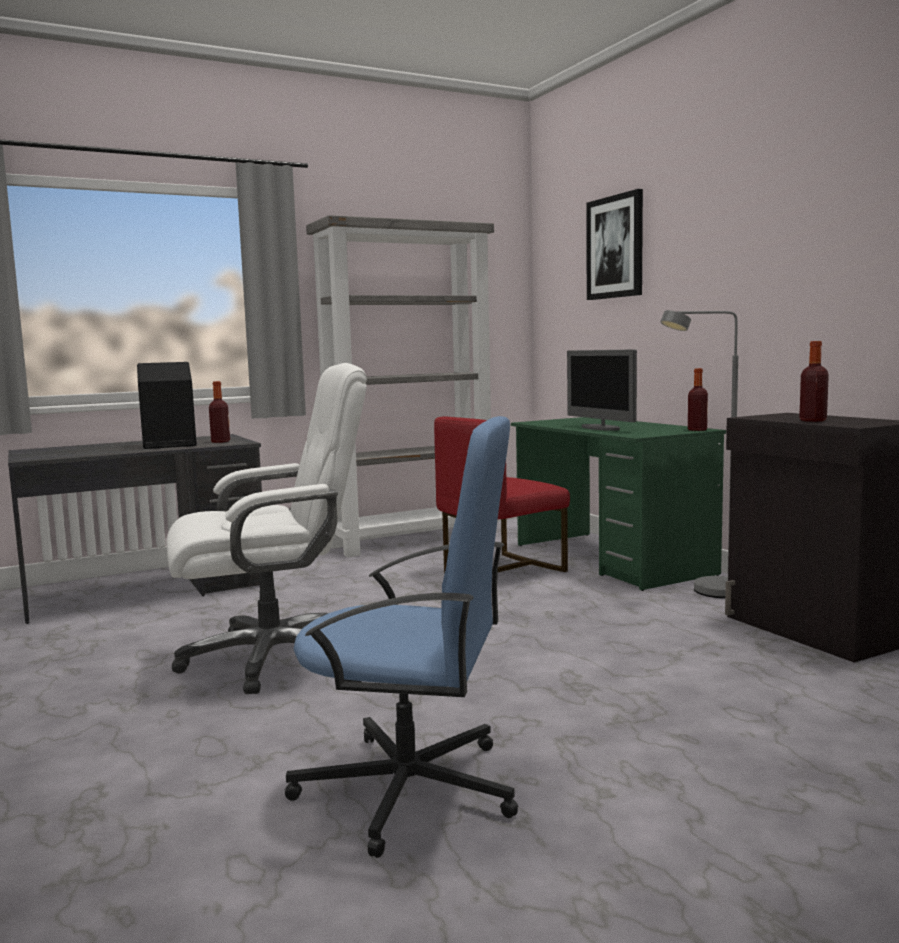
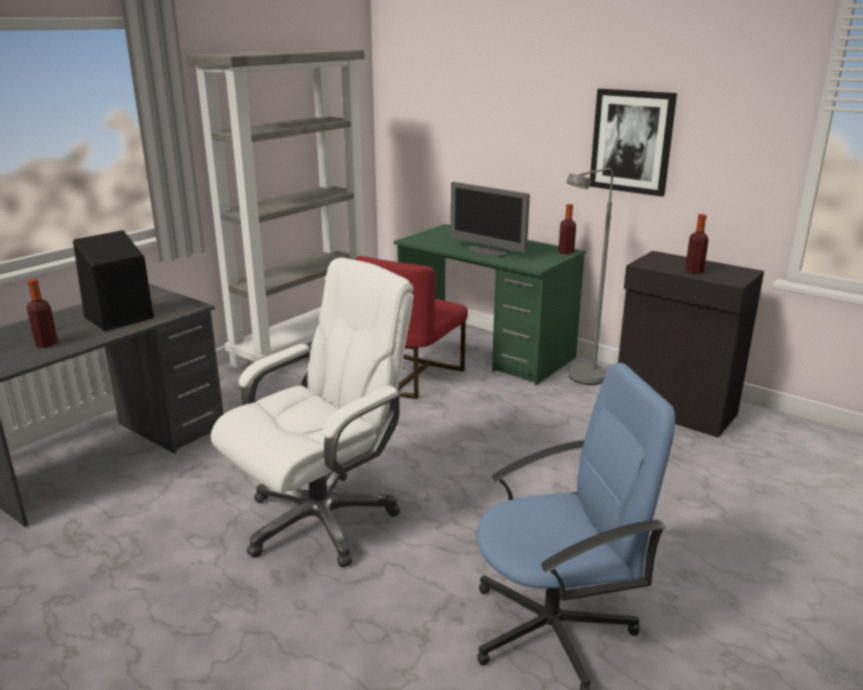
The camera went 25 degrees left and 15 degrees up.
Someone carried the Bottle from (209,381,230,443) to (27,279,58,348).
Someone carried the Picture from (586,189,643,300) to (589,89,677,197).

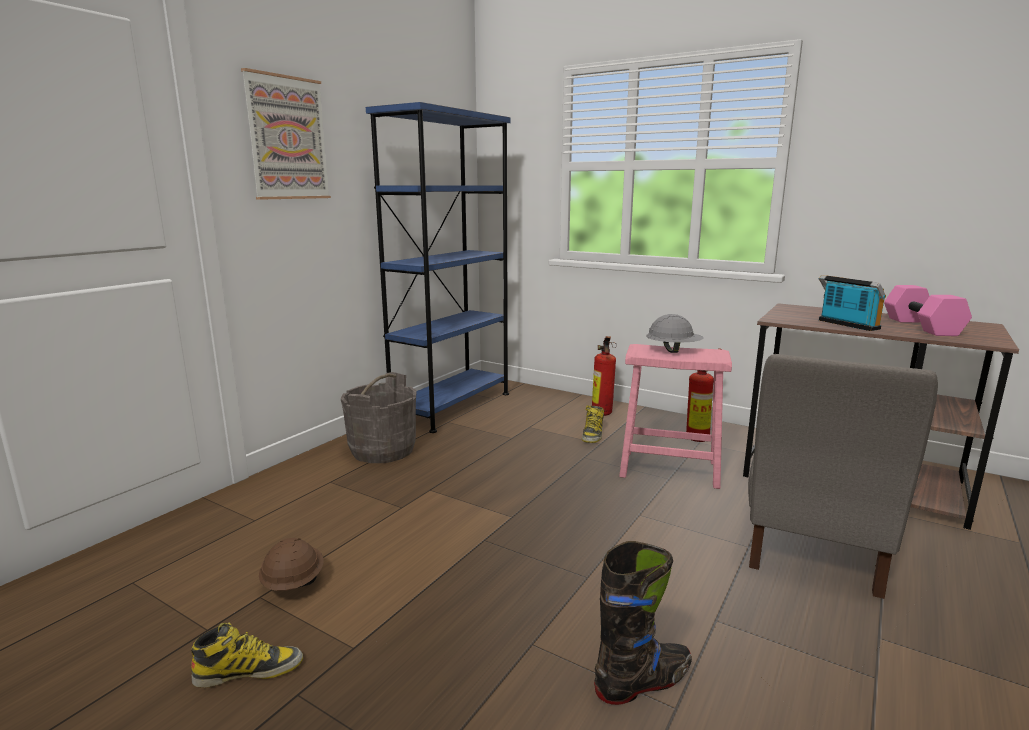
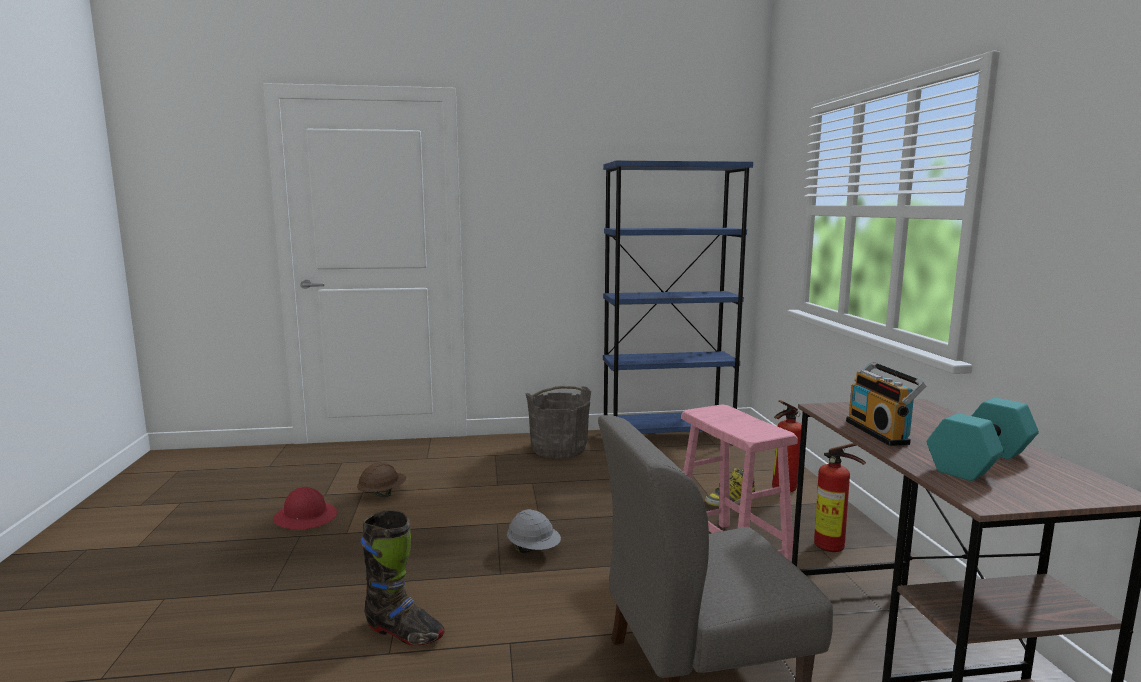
The camera went 50 degrees right and 5 degrees down.
Someone swapped the Boot at (191,623,303,688) for the RedHardHat at (273,487,337,530).
Someone carried the GreyHardHat from (646,314,703,353) to (507,509,561,553).
Someone rotated the Radio at (819,275,886,331) by 150 degrees clockwise.
Someone repainted the PinkDumbbell at (884,285,972,336), which became the TurquoiseDumbbell at (927,398,1039,481).
Someone took away the Picture at (241,68,331,200).

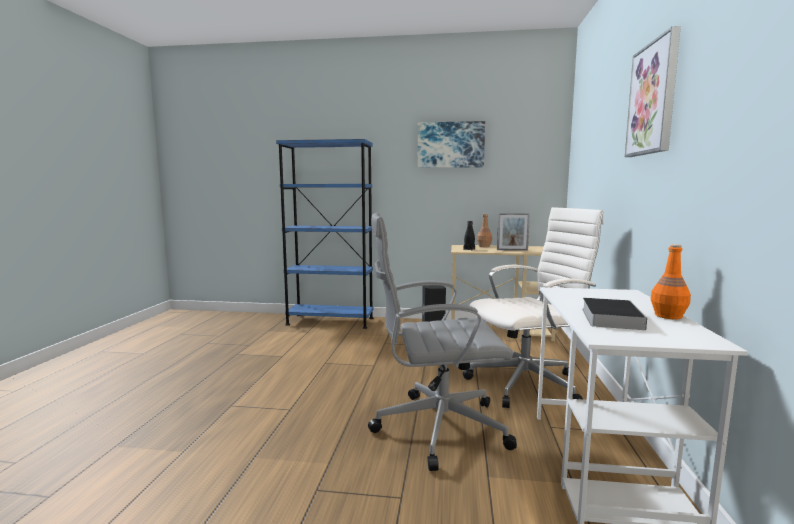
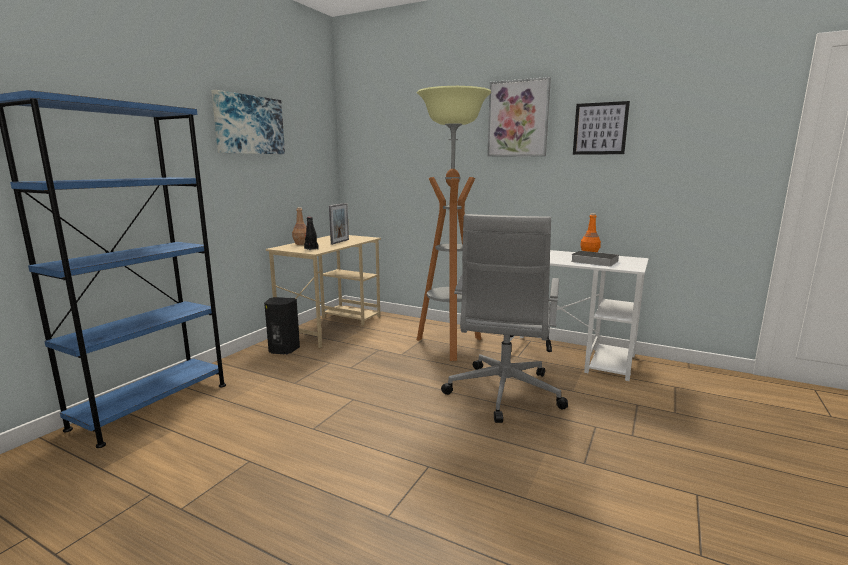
The camera went 70 degrees left and 5 degrees up.
Someone swapped the WhiteOfficeChair at (463,207,604,408) for the FloorLamp at (417,86,491,361).
Someone put up the Picture at (573,101,630,155).

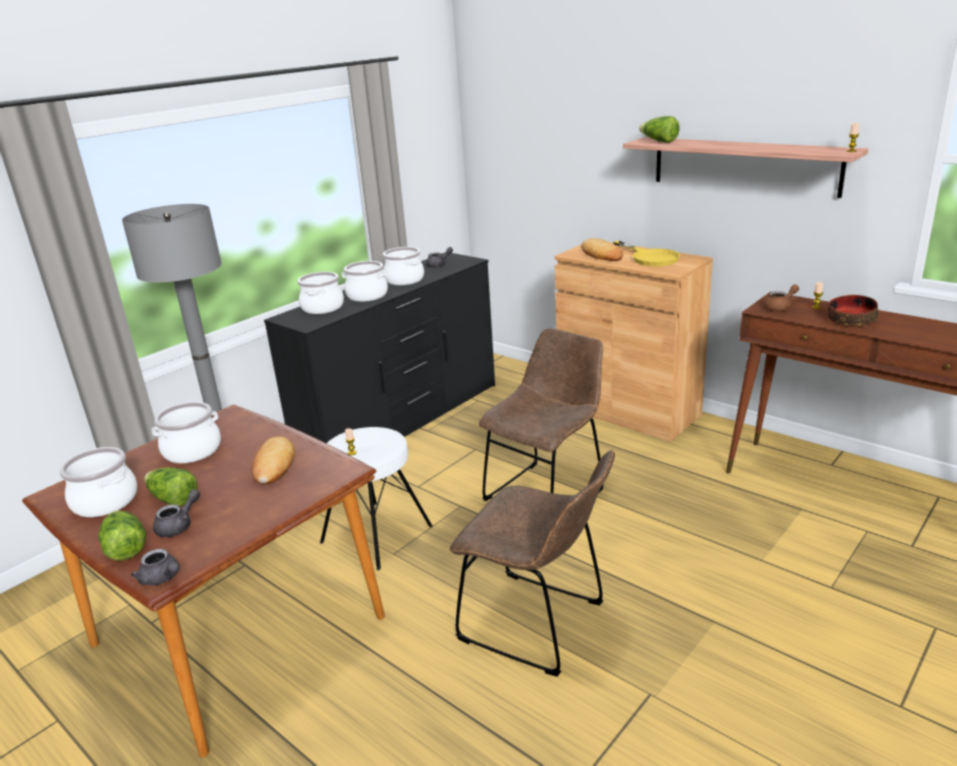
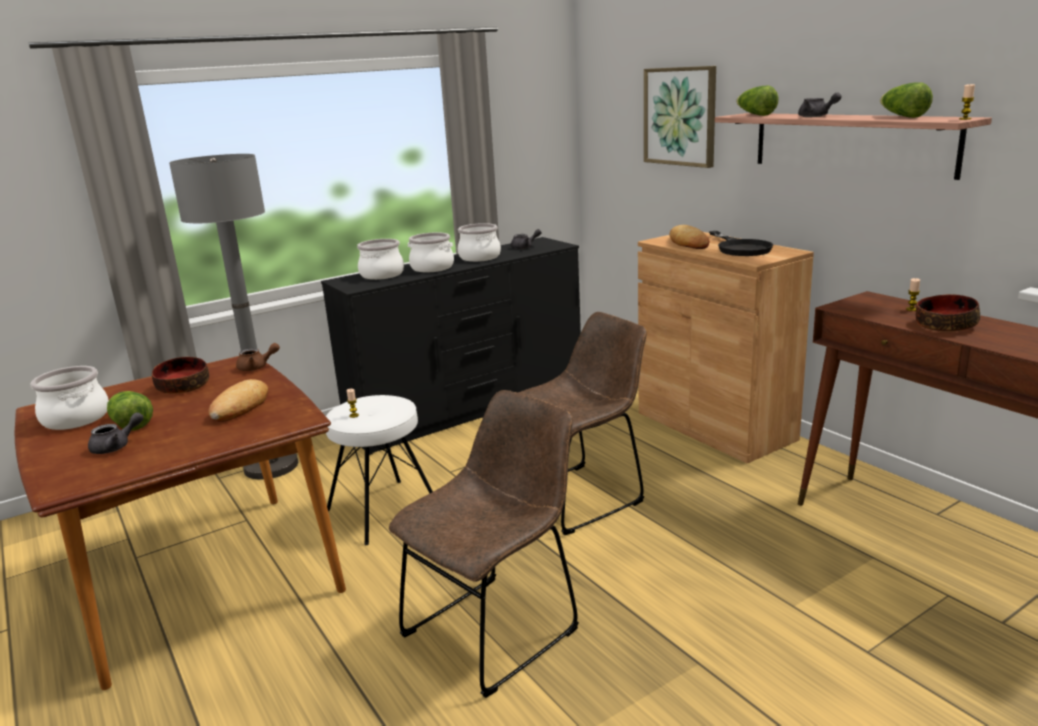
The camera went 15 degrees right and 5 degrees down.
Someone swapped the CookingPot at (152,402,221,463) for the Bowl at (152,357,209,394).
Someone carried the BrownTeapot from (764,285,799,311) to (236,343,280,371).
Someone rotated the BrownChair at (450,450,615,677) by 90 degrees counterclockwise.
Someone put up the Picture at (644,66,716,168).
Someone repainted the YellowFryingPan at (613,241,680,267), which became the BlackFryingPan at (709,231,773,256).
Someone carried the GreyTeapot from (131,549,180,586) to (798,93,842,117).
Someone carried the Lettuce from (98,510,146,561) to (880,82,933,118).

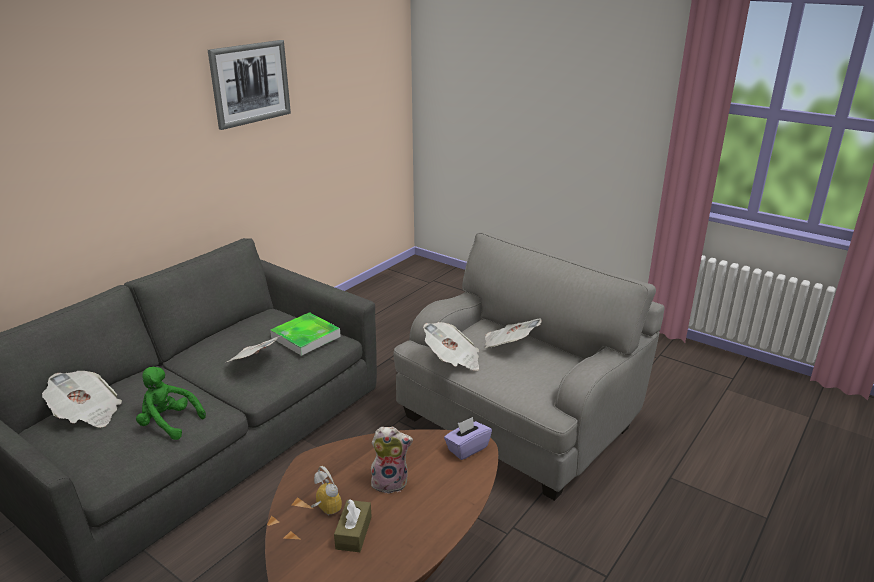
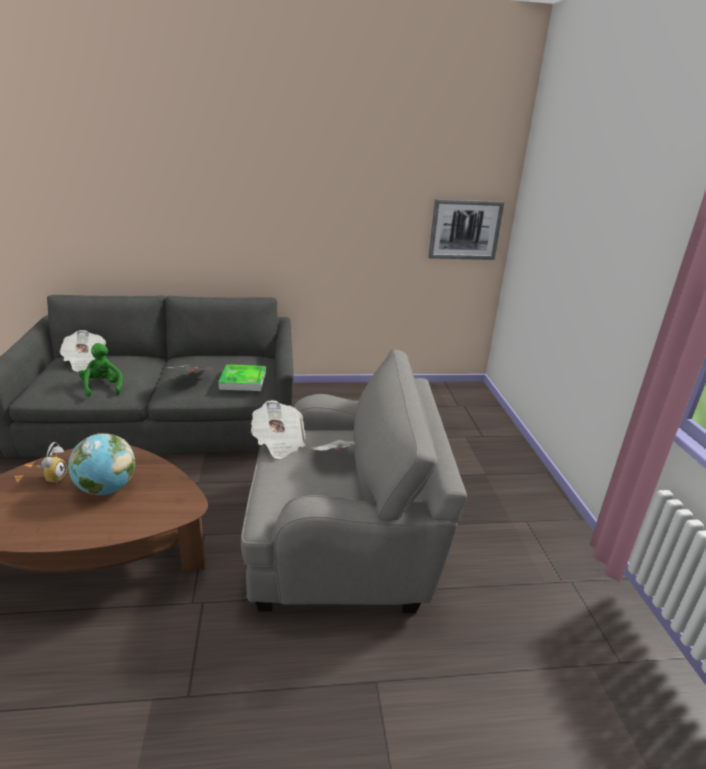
The camera went 45 degrees right and 0 degrees up.
Someone swapped the PlushToy at (370,427,413,494) for the Globe at (68,433,135,495).
Someone carried the Picture from (208,40,291,130) to (428,199,504,260).
Someone took away the BrownTissueBox at (334,499,372,552).
Someone took away the PurpleTissueBox at (444,417,492,460).

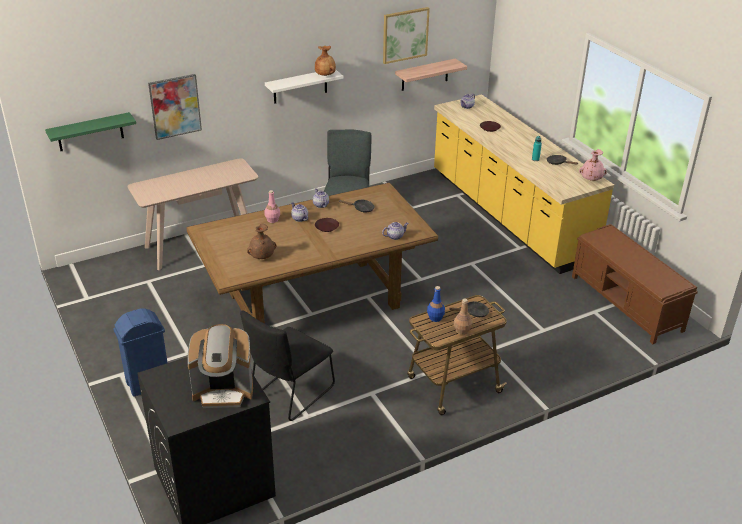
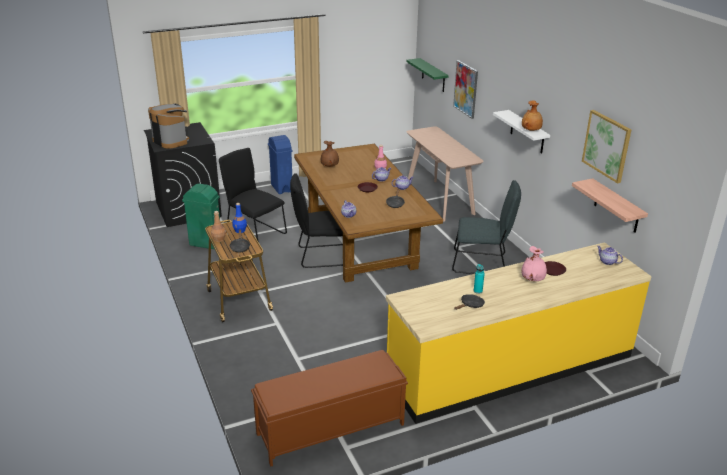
The camera went 95 degrees right and 5 degrees down.
Someone rotated the CoffeeMachine at (188,324,253,408) by 135 degrees clockwise.
Someone put down the GreenTrashCan at (182,184,220,249).
Someone put down the BlackChair at (290,173,343,268).
Someone carried the PinkVase from (579,149,607,181) to (521,246,547,281).

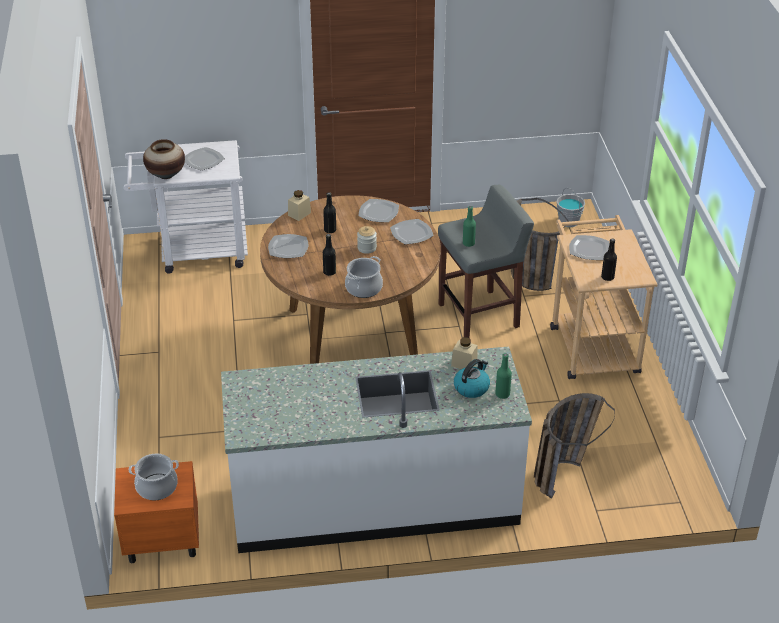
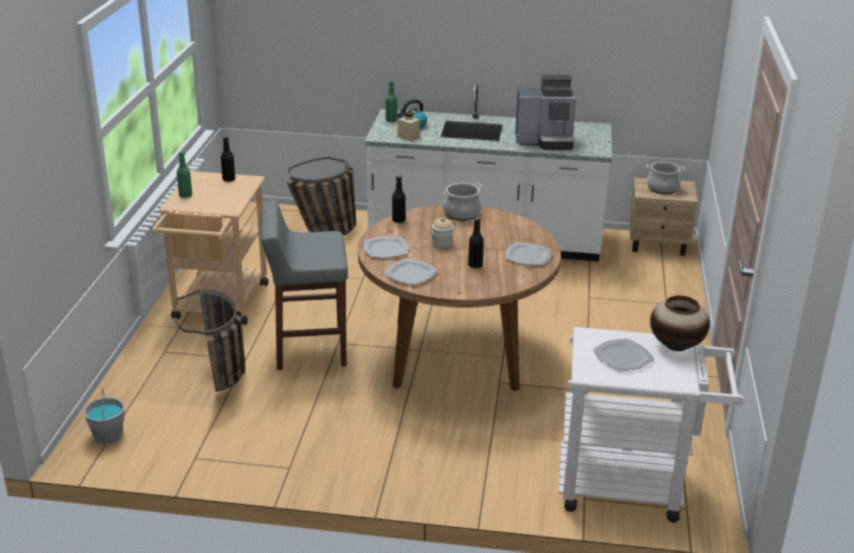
The camera went 165 degrees left and 10 degrees down.
Someone carried the GreenBottle from (463,206,476,247) to (177,151,192,198).
Someone carried the BlackBottle from (323,234,336,276) to (392,175,406,223).
Someone put down the CoffeeMachine at (515,74,576,150).
Someone repainted the OrangeNightstand at (114,461,199,563), which became the BeigeNightstand at (629,177,698,256).
Someone took away the BeigeJar at (288,190,311,221).
Someone took away the Plate at (569,235,610,260).

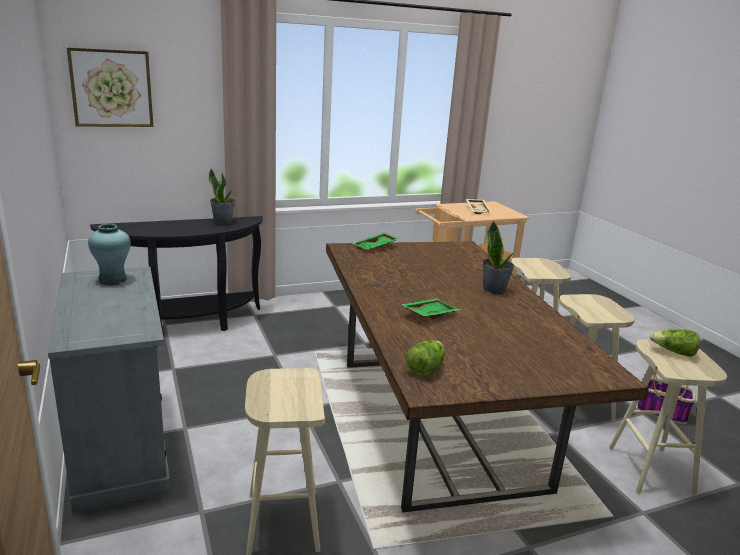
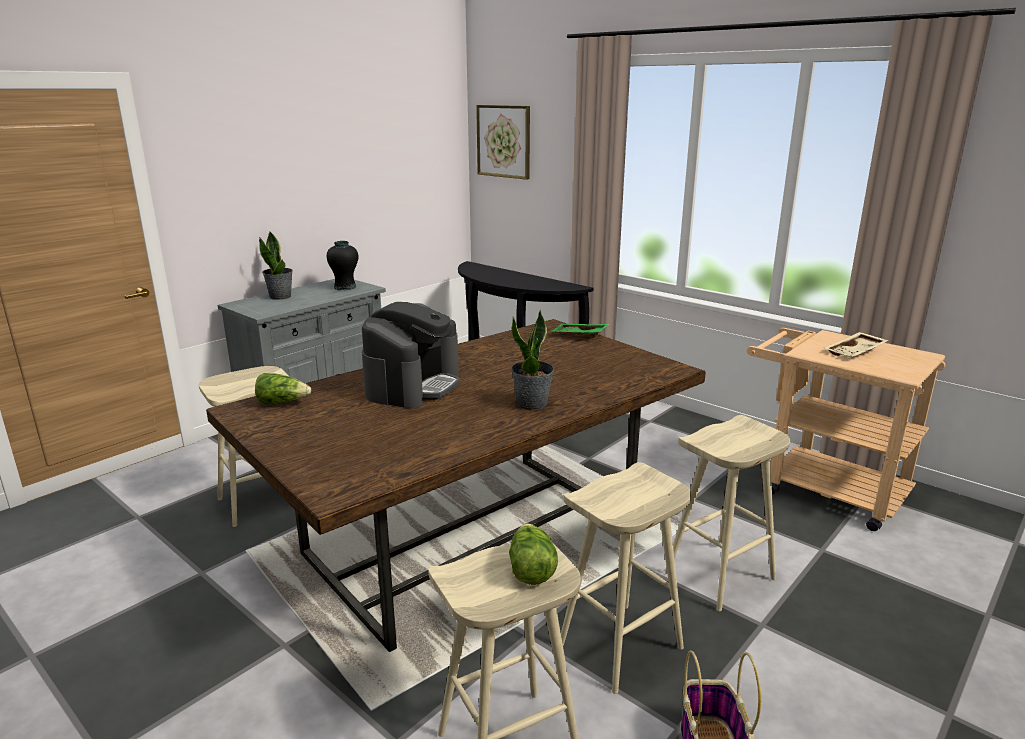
The camera went 65 degrees right and 0 degrees up.
Someone carried the PottedPlant from (208,168,235,225) to (259,232,293,300).
Someone repainted the TurquoiseVase at (88,224,131,285), which became the BlackVase at (327,241,358,290).
Someone swapped the GreenTray at (401,298,460,319) for the CoffeeMachine at (362,302,460,408).

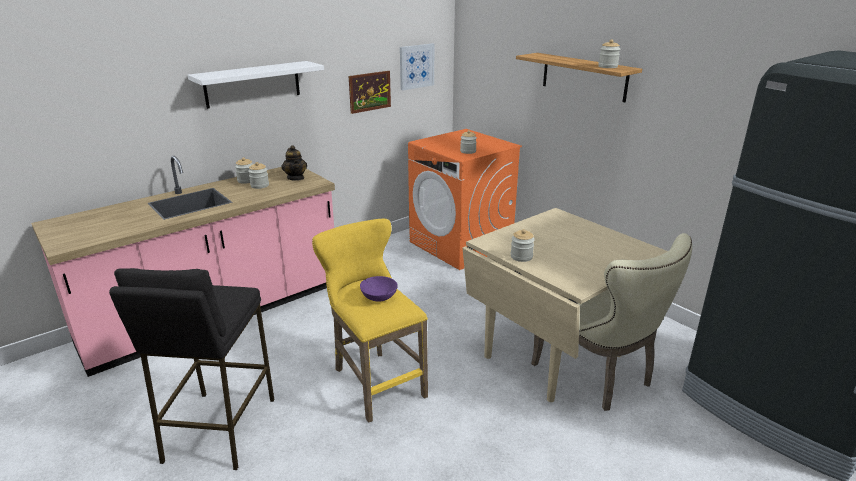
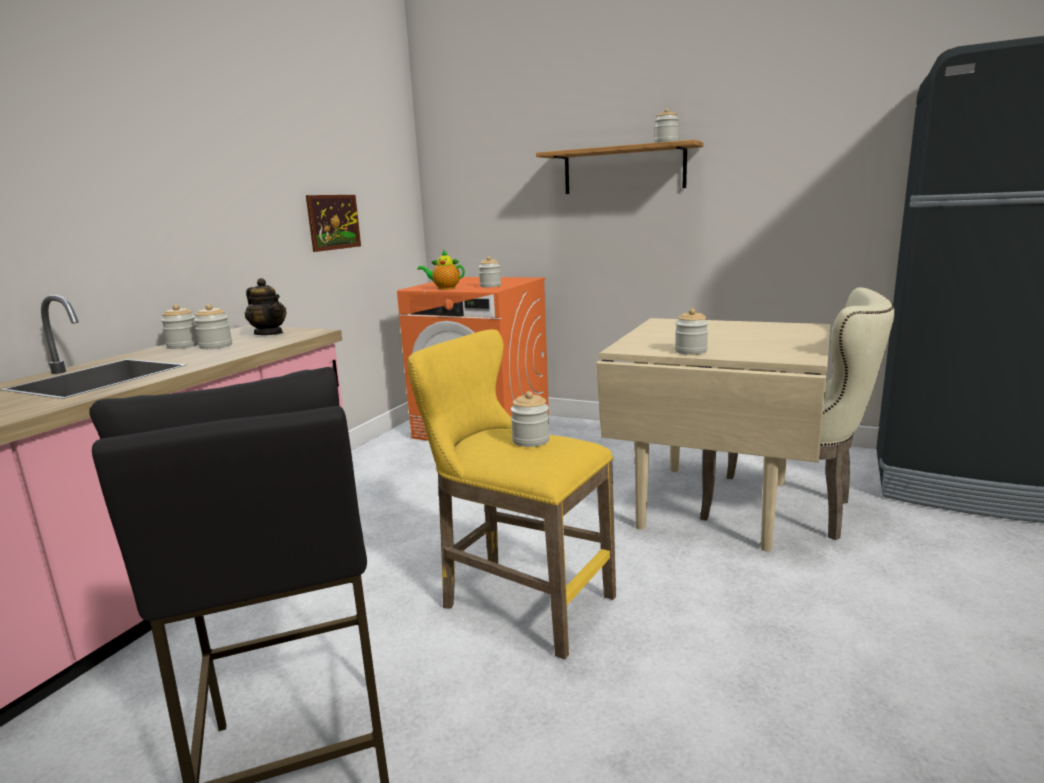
The camera went 25 degrees left and 10 degrees down.
Someone put down the Teapot at (418,250,465,290).
Someone swapped the PurpleBowl at (360,276,398,302) for the Jar at (510,391,550,447).
Someone took away the WhiteShelf at (187,61,324,109).
Someone took away the Picture at (400,43,434,90).

